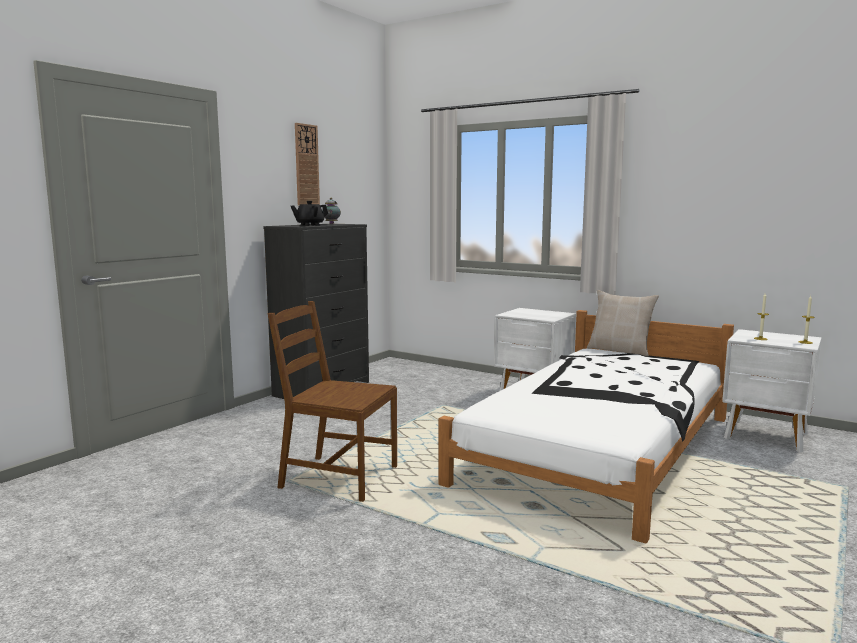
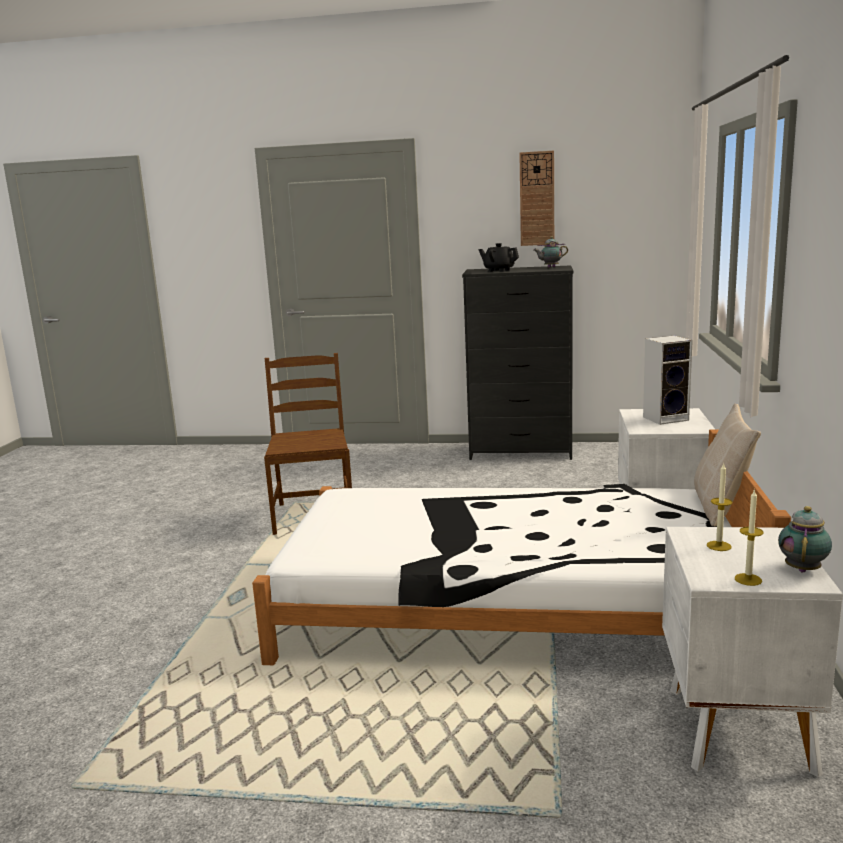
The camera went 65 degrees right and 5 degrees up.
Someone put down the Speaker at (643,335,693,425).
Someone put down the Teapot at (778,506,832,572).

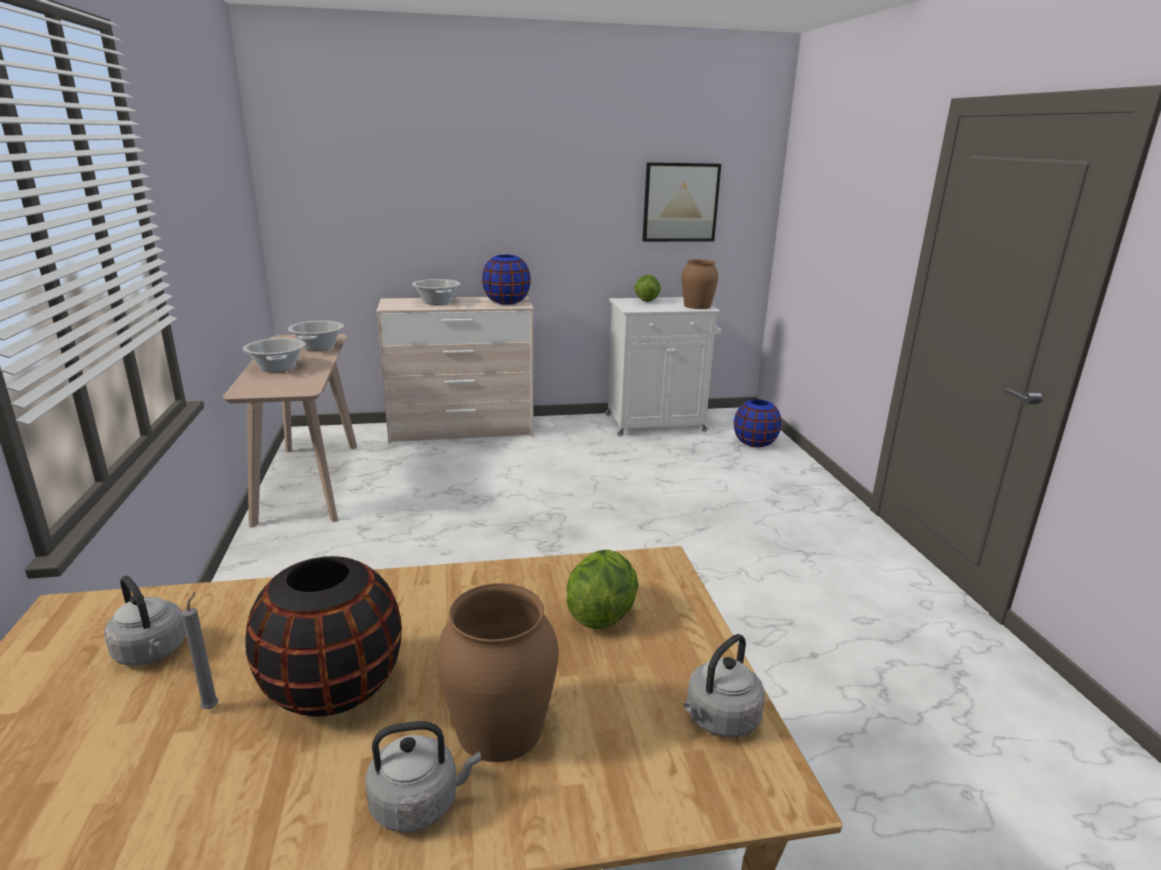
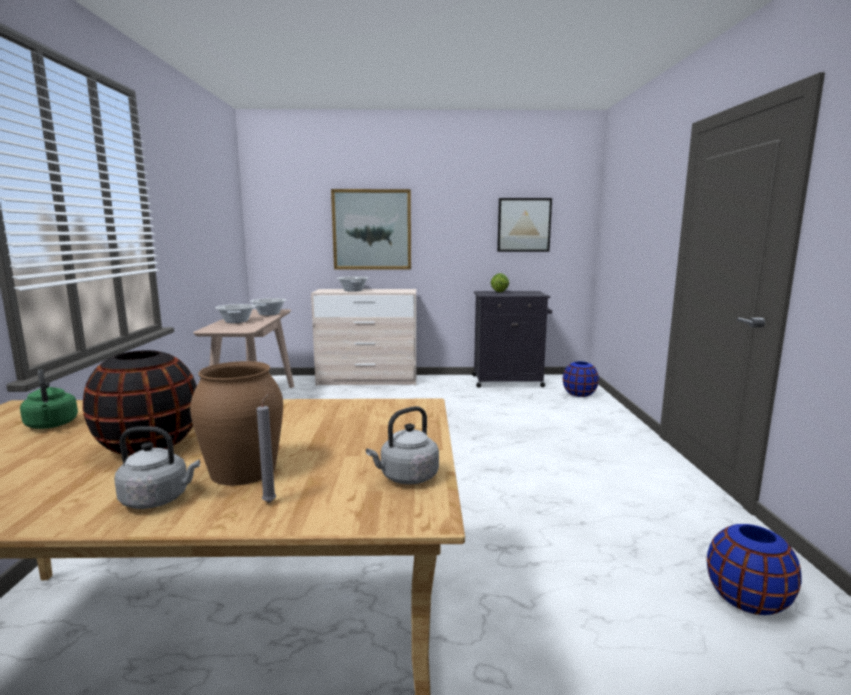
The camera went 10 degrees right and 10 degrees down.
Someone repainted the GreyKettle at (104,576,186,665), which became the GreenKettle at (20,369,78,429).
Someone carried the GreyCandle from (181,591,219,709) to (257,393,276,503).
Someone put up the Picture at (331,189,411,269).
Someone repainted the WhiteCabinet at (605,297,722,437), which became the BlackCabinet at (472,291,552,388).
Someone carried the BlueVase from (482,255,531,305) to (707,524,801,615).
Someone took away the Lettuce at (566,550,639,629).
Someone took away the BrownVase at (682,259,718,309).

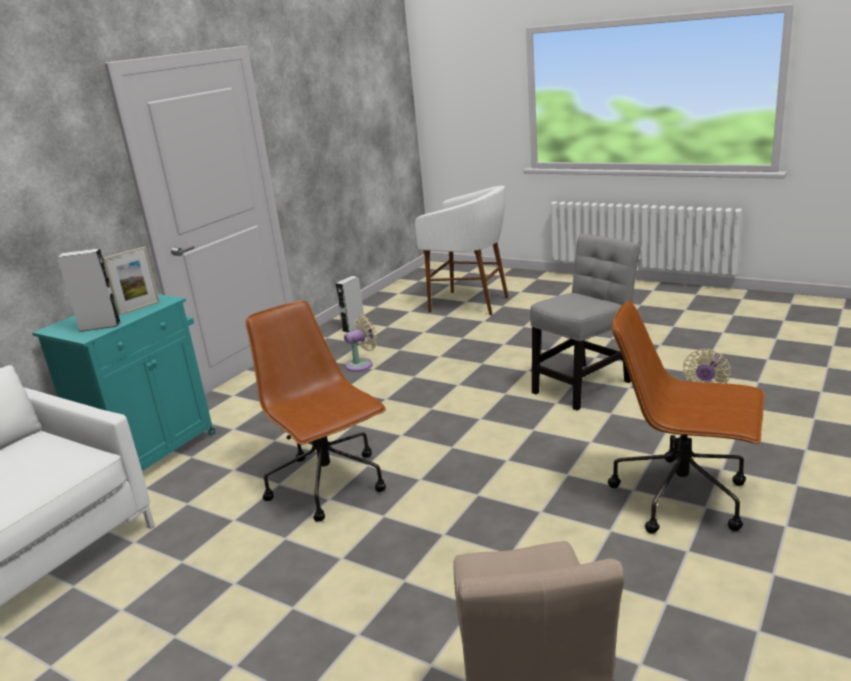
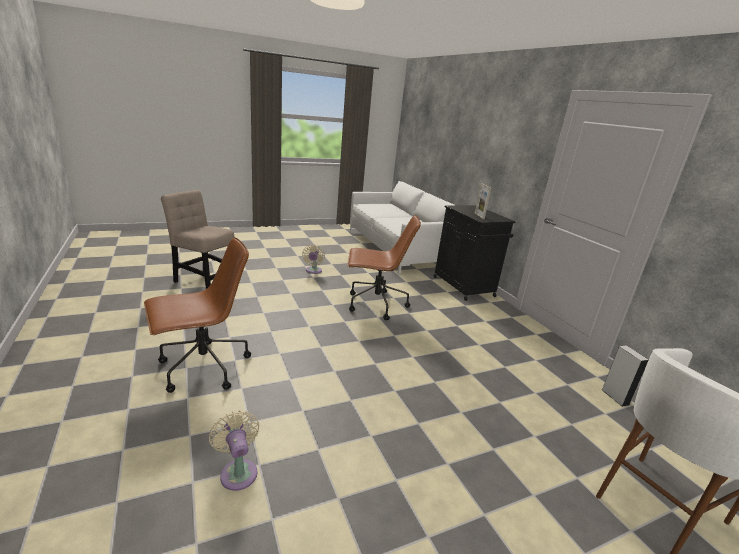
The camera went 120 degrees right and 0 degrees up.
Someone carried the BeigeFan from (344,316,377,372) to (302,245,325,274).
Someone repainted the TurquoiseCabinet at (32,294,215,471), which became the BlackCabinet at (434,205,516,301).
Someone took away the GreySpeaker at (57,248,121,332).
Someone took away the GreyChair at (530,234,641,411).

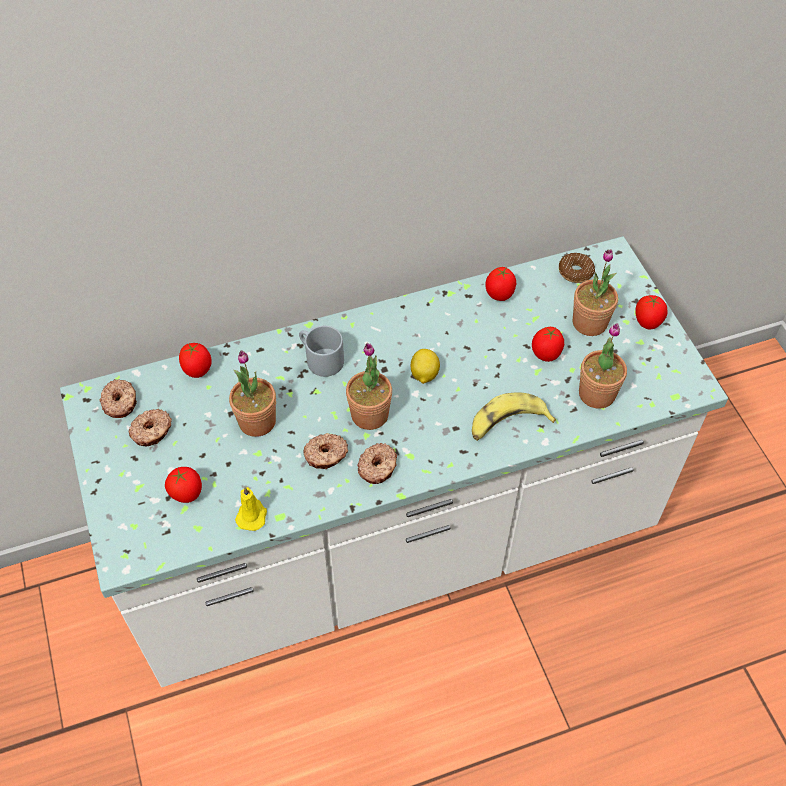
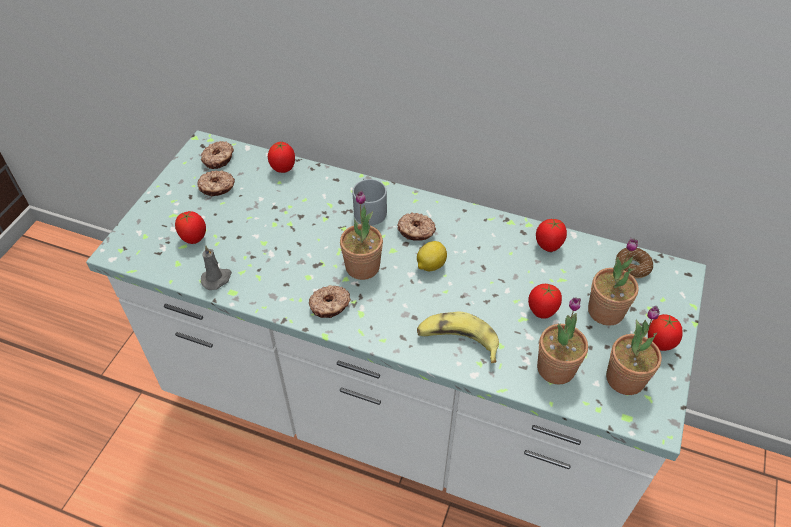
The camera went 40 degrees right and 5 degrees down.
Someone repainted the YellowCandle at (235,487,267,531), which became the GreyCandle at (201,245,232,290).
Someone carried the Donut from (304,433,348,469) to (397,212,436,241).
Someone carried the PottedPlant from (229,350,276,437) to (606,306,662,395).

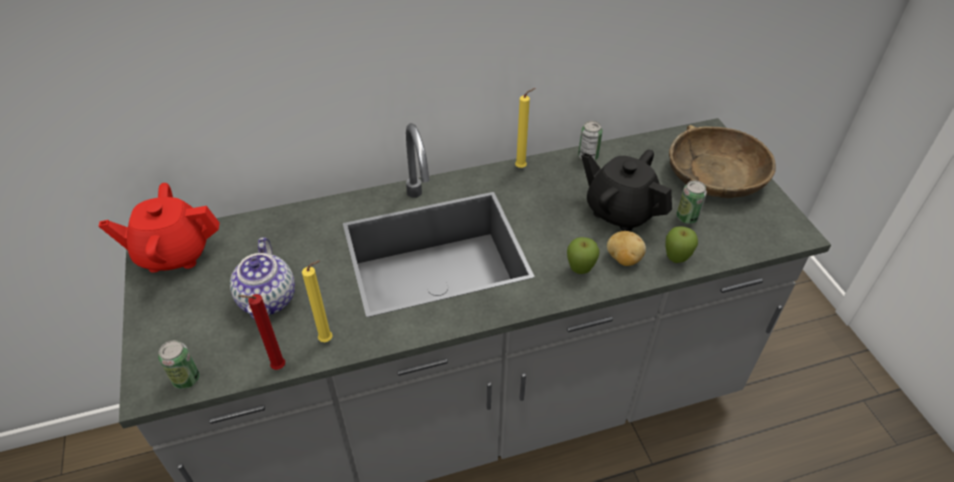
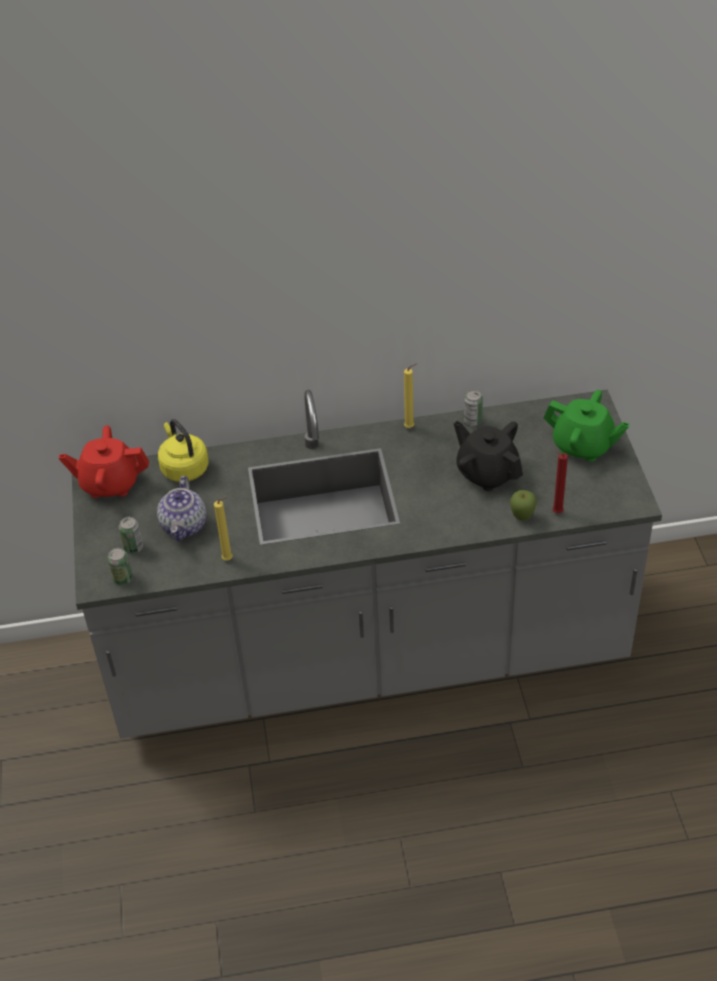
The camera went 10 degrees right and 0 degrees up.
Someone carried the Can from (676,180,707,224) to (119,517,143,554).
Someone put down the YellowKettle at (158,419,209,482).
Someone swapped the BrownBowl at (669,125,776,198) for the GreenTeapot at (543,390,630,462).
Someone carried the RedCandle from (238,294,285,370) to (552,452,568,513).
Someone took away the Apple at (567,237,600,274).
Someone took away the Potato at (607,231,646,266).

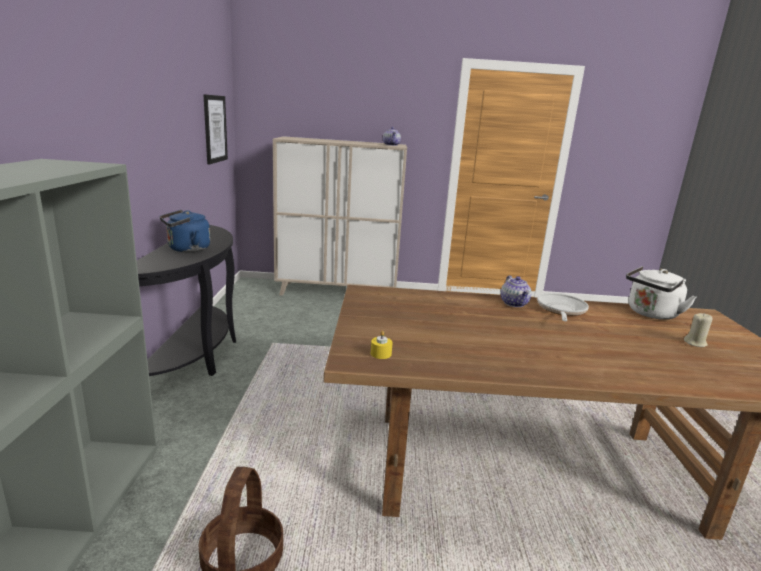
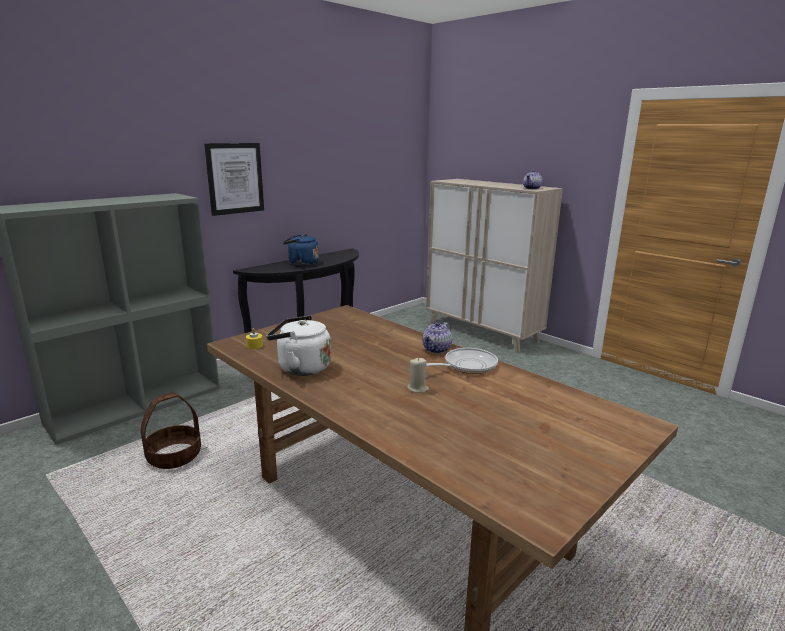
The camera went 45 degrees right and 0 degrees up.
Someone carried the Picture from (204,94,228,164) to (204,143,264,216).
Someone carried the WhiteKettle from (626,266,696,320) to (266,316,331,376).
Someone carried the BeigeCandle from (684,313,713,347) to (407,357,429,393).

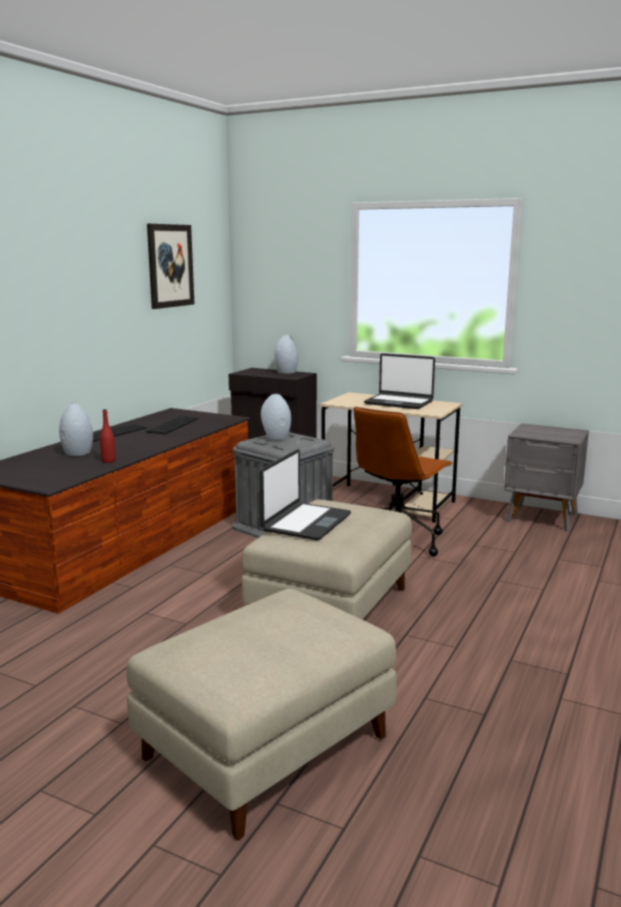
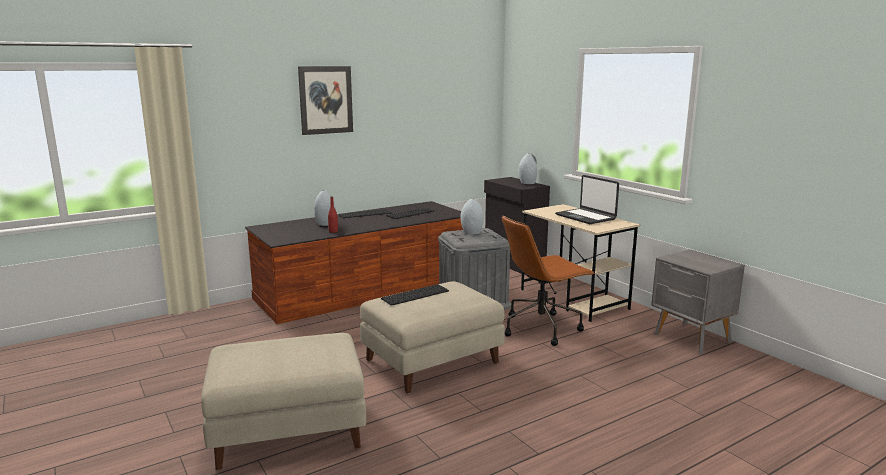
The camera went 30 degrees right and 0 degrees up.
Someone carried the Picture from (147,224,194,309) to (298,66,353,135).
Someone swapped the Laptop at (260,449,351,540) for the Keyboard at (381,284,449,306).

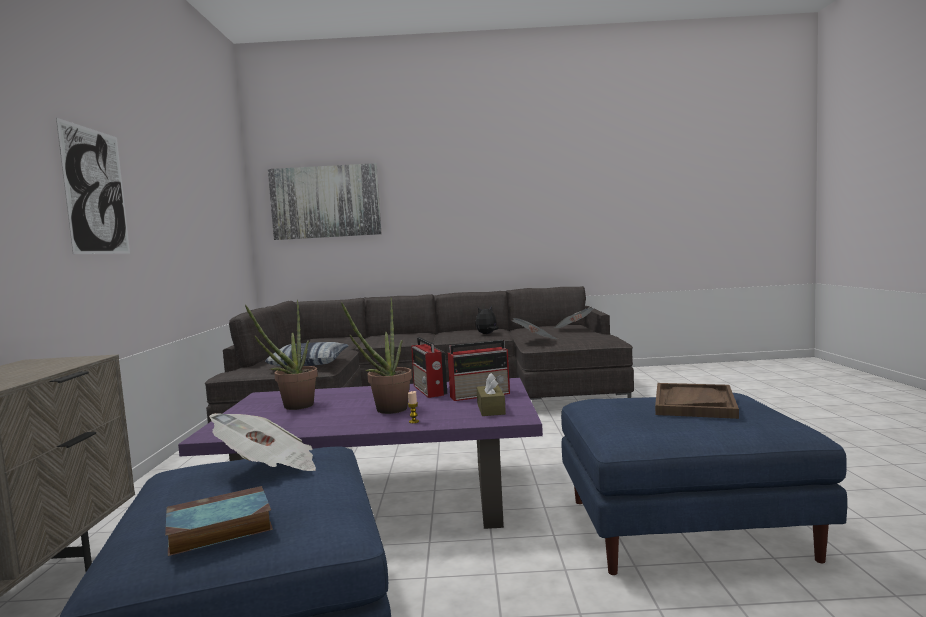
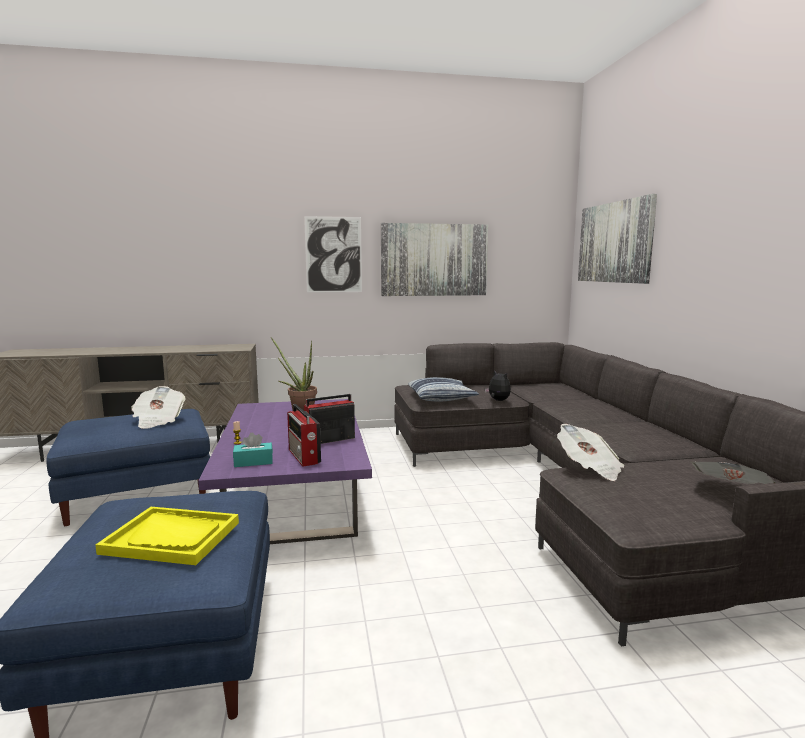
The camera went 80 degrees right and 5 degrees up.
Someone repainted the BrownTray at (655,383,739,419), which became the YellowTray at (95,507,239,565).
Someone repainted the BrownTissueBox at (477,373,506,416), which became the TurquoiseTissueBox at (233,432,273,467).
Someone put up the Picture at (381,223,488,296).
Someone carried the PlushToy from (476,306,499,334) to (485,370,511,401).
Someone took away the Book at (165,486,273,556).
Someone took away the PottedPlant at (341,298,412,414).

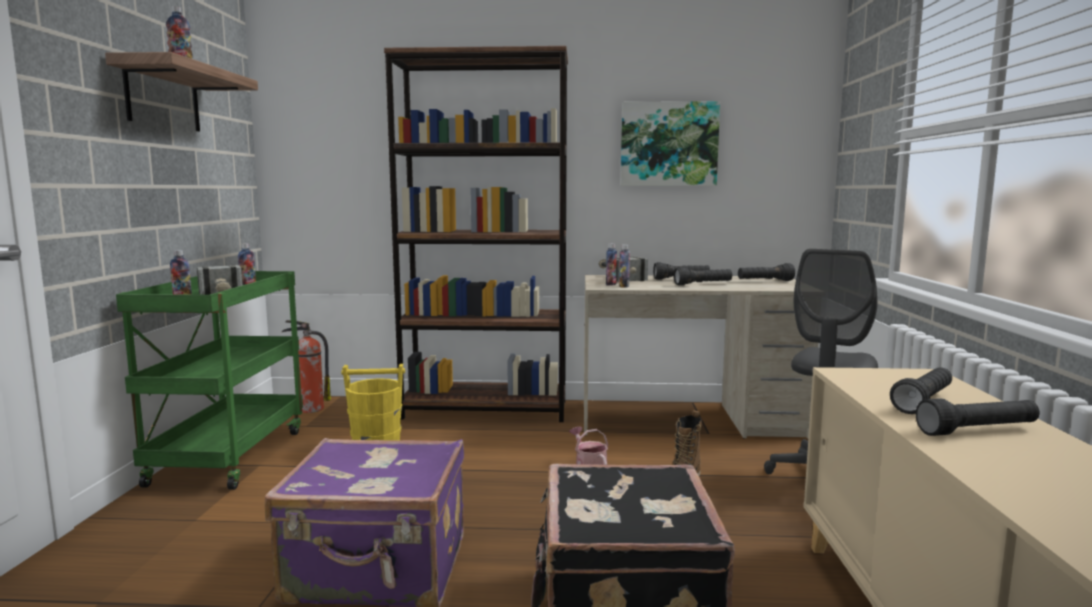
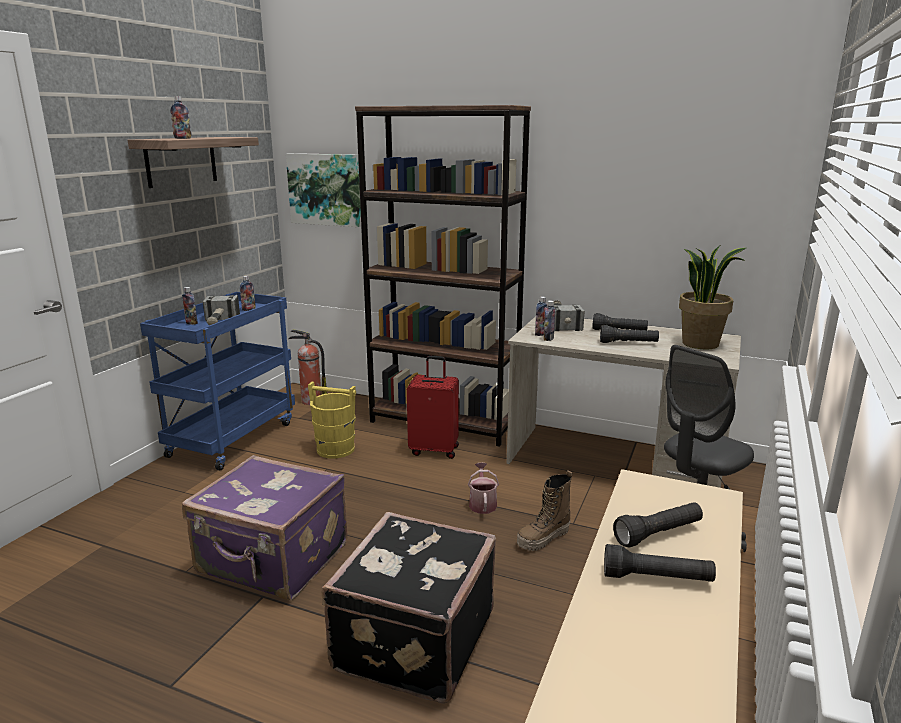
The camera went 20 degrees right and 10 degrees up.
Someone repainted the GreenCart at (116,271,303,490), which became the BlueCart at (140,292,295,470).
Someone carried the Picture from (621,101,720,186) to (286,153,361,227).
Someone put down the RedSuitcase at (407,356,459,459).
Someone swapped the BlackFlashlight at (738,263,795,281) for the PottedPlant at (679,246,746,349).

